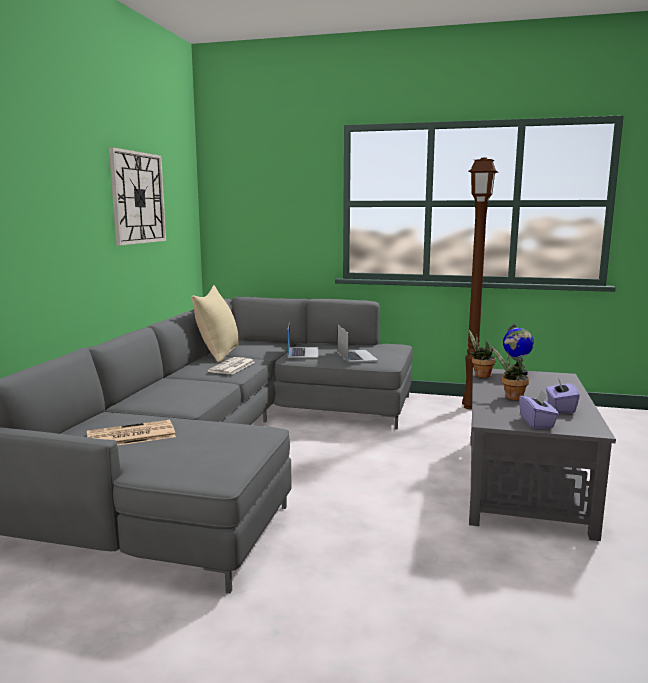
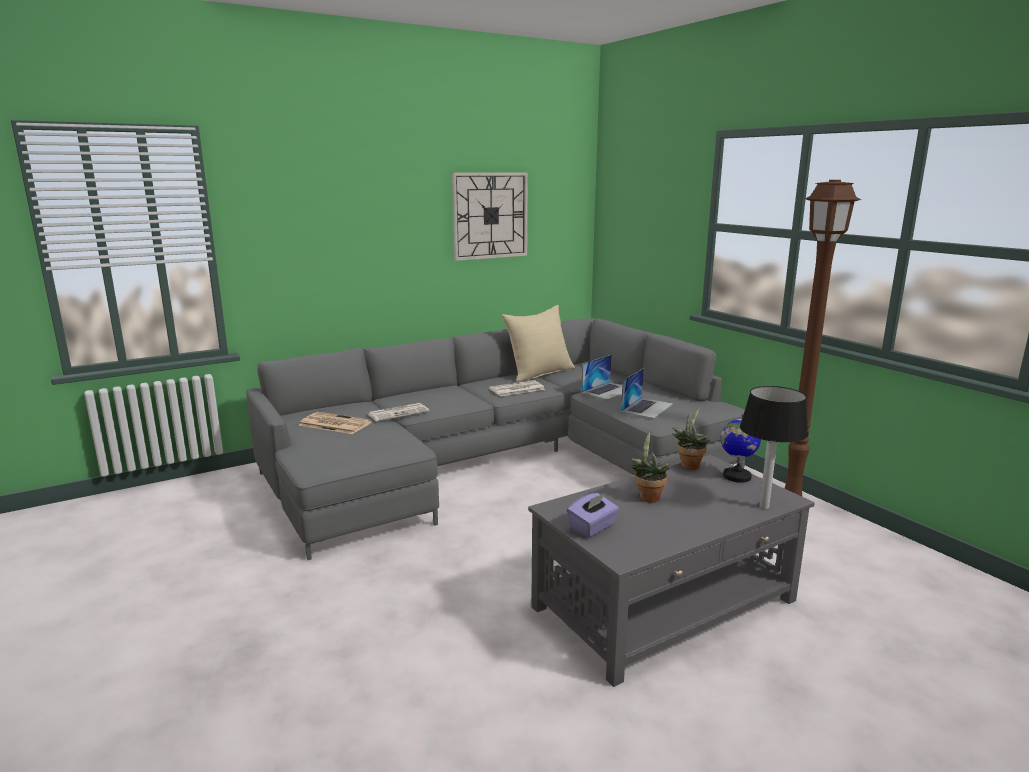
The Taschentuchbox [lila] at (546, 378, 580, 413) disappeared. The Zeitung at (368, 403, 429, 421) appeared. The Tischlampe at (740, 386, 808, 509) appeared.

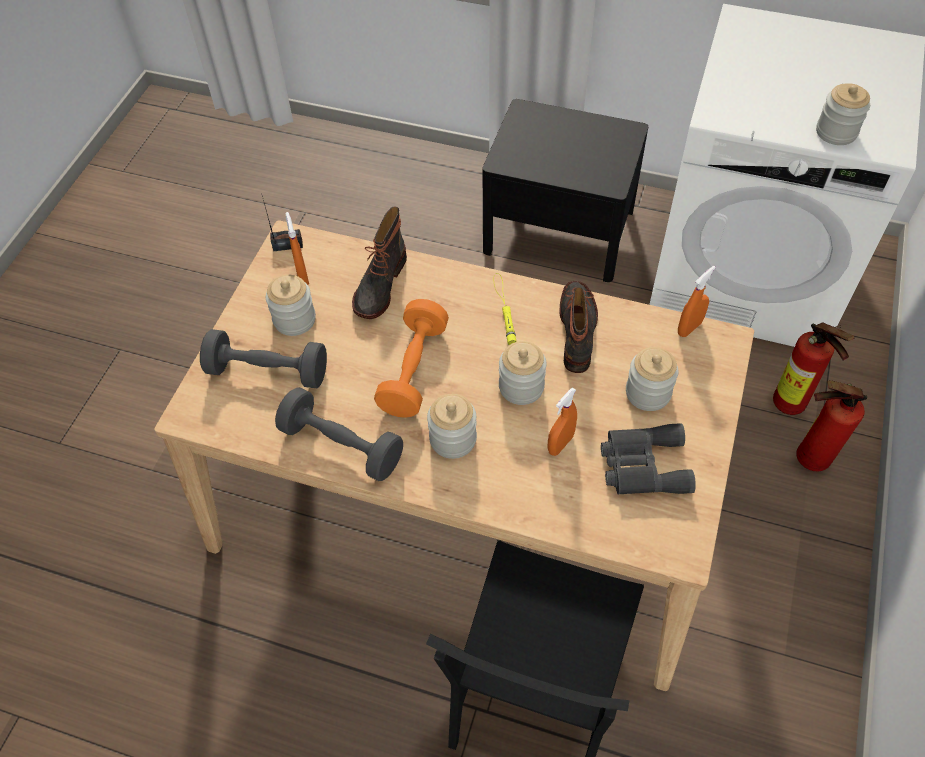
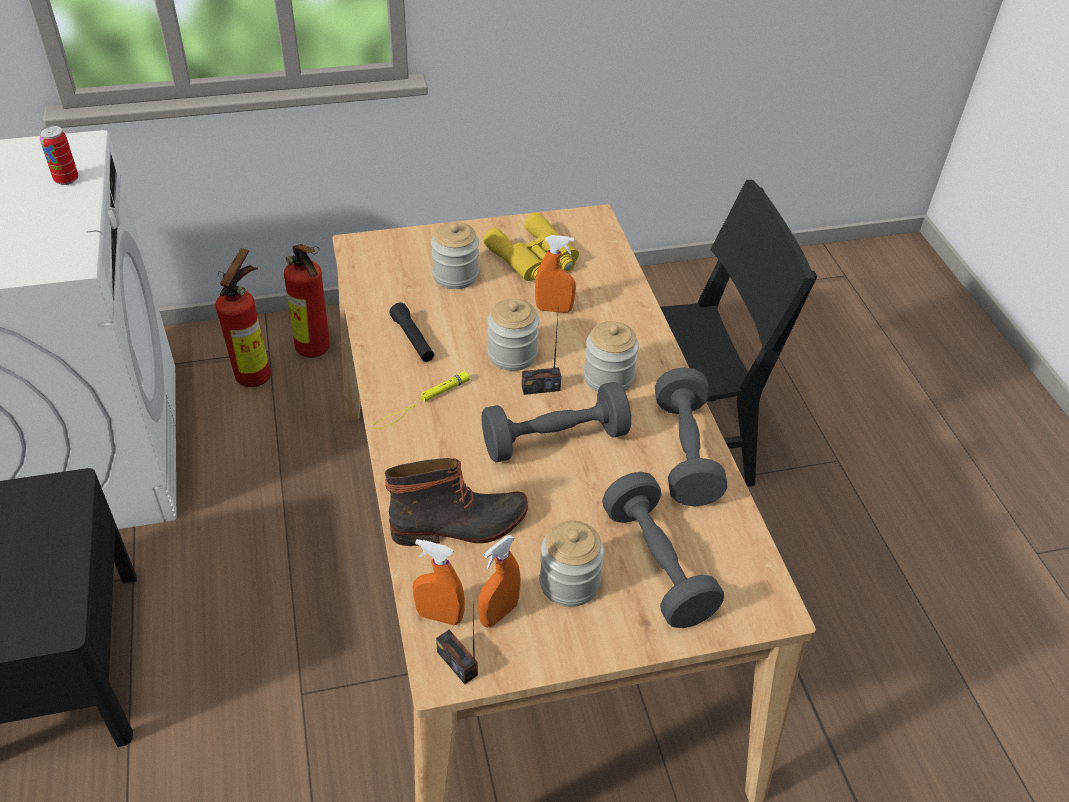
The Hantel [orange] at (374, 299, 449, 418) became the Hantel [grau] at (481, 382, 631, 462). The Stiefel at (559, 281, 598, 373) was replaced by the Taschenlampe [schwarz] at (389, 303, 434, 362). The Fernglas [grau] at (601, 423, 696, 495) became the Fernglas [gelb] at (483, 212, 579, 281). The Sprühflasche [orange] moved from (678, 266, 716, 337) to (412, 539, 465, 625). The Vorratsglas at (816, 84, 870, 145) was replaced by the Dose at (40, 126, 78, 185). The Radio at (522, 316, 561, 395) appeared.

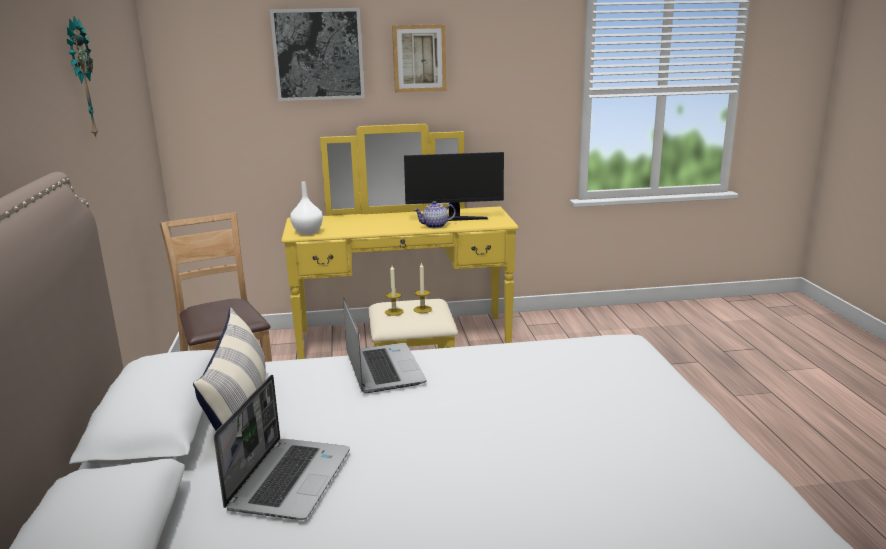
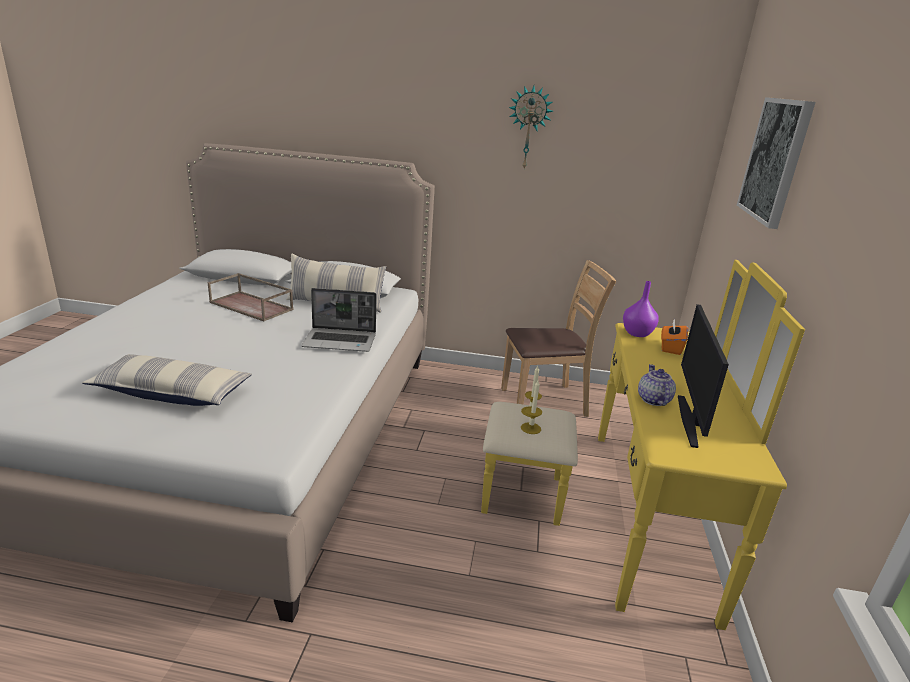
The Laptop at (214, 375, 350, 520) was replaced by the Tablett [braun] at (207, 273, 294, 321). The Vase [weiß] at (290, 181, 323, 235) became the Vase [lila] at (623, 281, 659, 337). The Bild at (392, 24, 447, 92) disappeared. The Kissen at (82, 354, 252, 406) appeared. The Taschentuchbox [orange] at (661, 319, 688, 355) appeared.

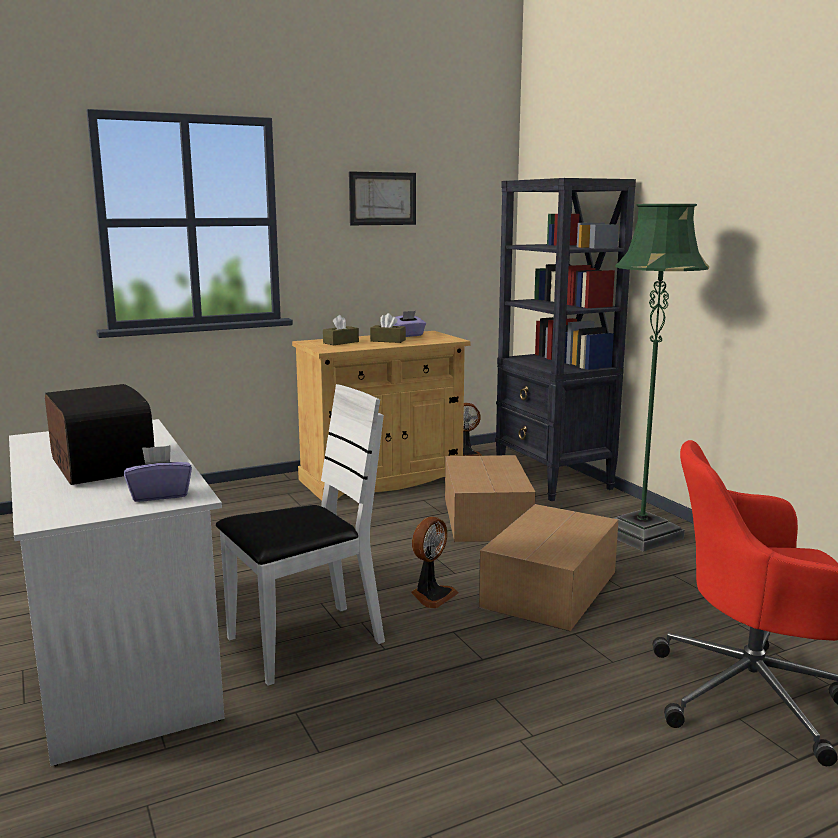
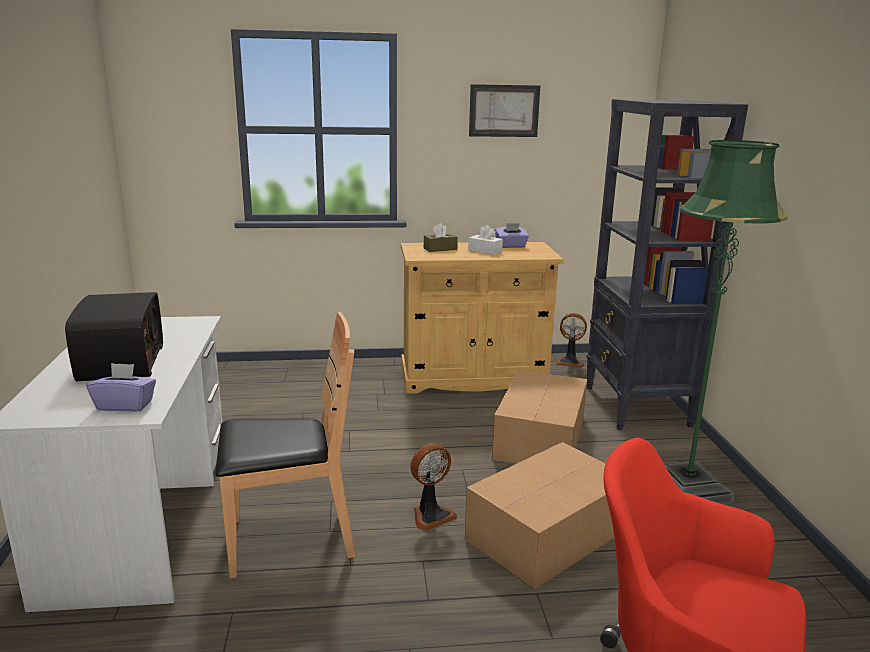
The Stuhl [weiß] at (216, 384, 385, 686) became the Stuhl [braun] at (215, 312, 355, 578). The Taschentuchbox [braun] at (370, 313, 406, 343) became the Taschentuchbox [weiß] at (468, 225, 503, 255).

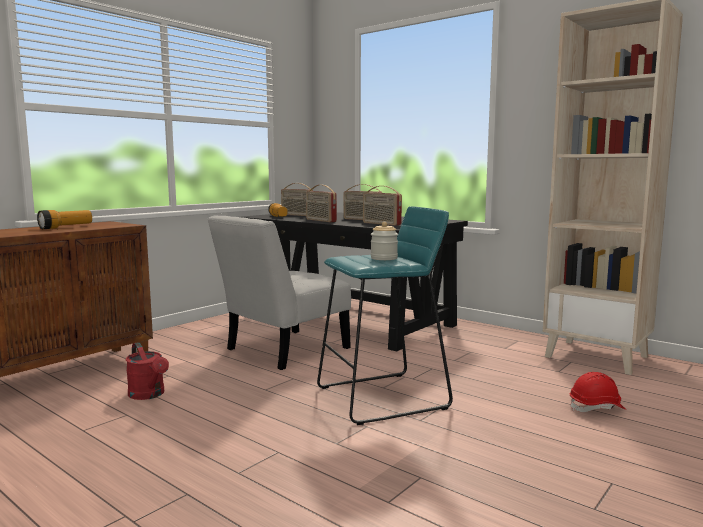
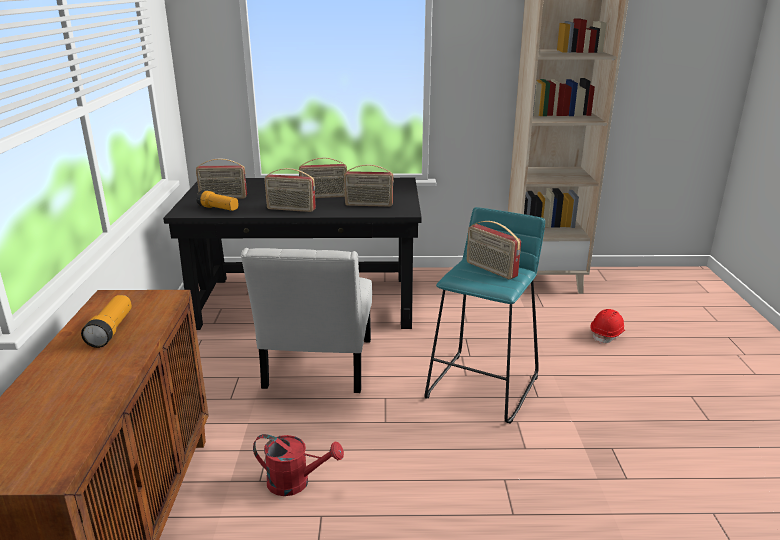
The Vorratsglas at (371, 222, 398, 260) was replaced by the Radio at (467, 221, 521, 279).

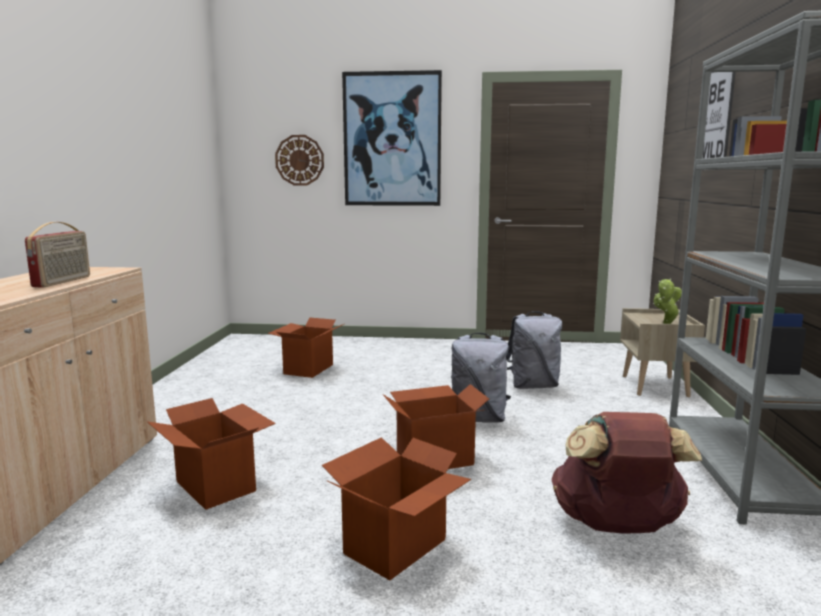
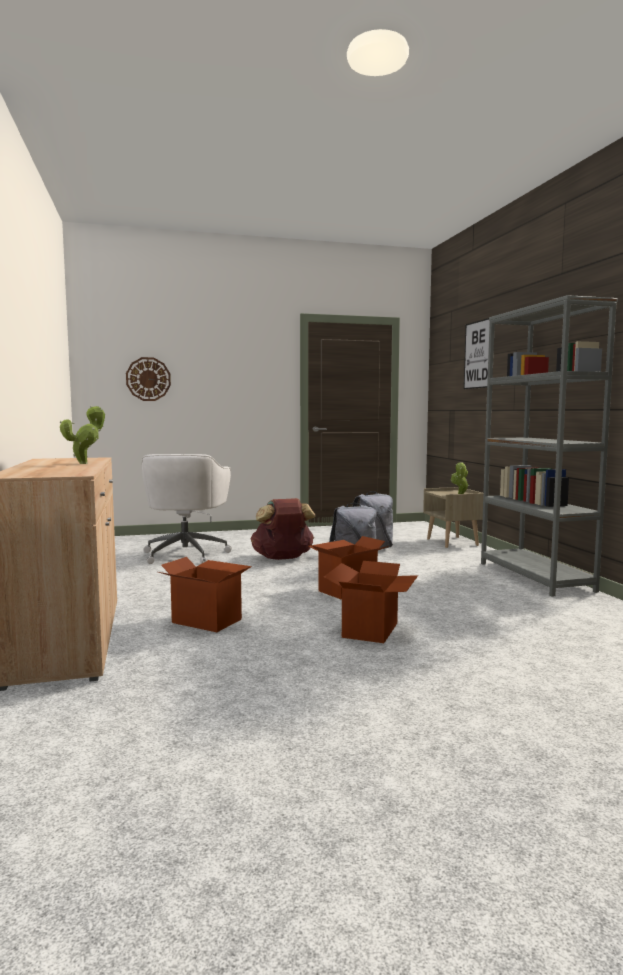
The Radio at (25, 222, 90, 288) was replaced by the Topfpflanze at (60, 406, 105, 464). The Karton at (268, 317, 344, 378) was replaced by the Bürostuhl [weiß] at (141, 454, 232, 564). The Bild at (342, 70, 442, 206) disappeared. The Rucksack [braun] moved from (551, 412, 702, 534) to (251, 498, 315, 560).

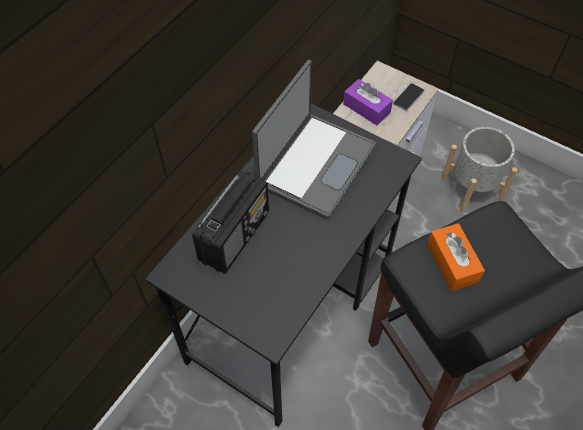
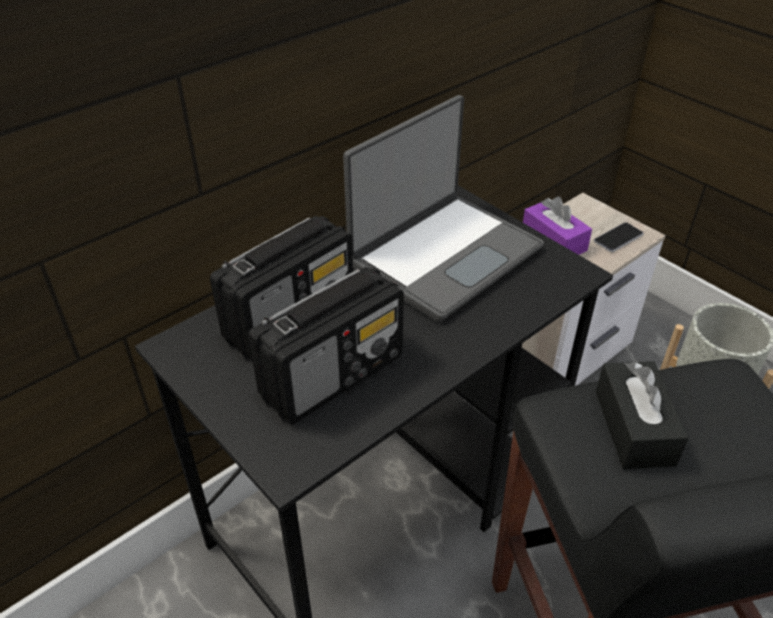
The Taschentuchbox [orange] at (427, 223, 485, 291) became the Taschentuchbox [schwarz] at (596, 361, 689, 469). The Radio at (248, 267, 404, 425) appeared.

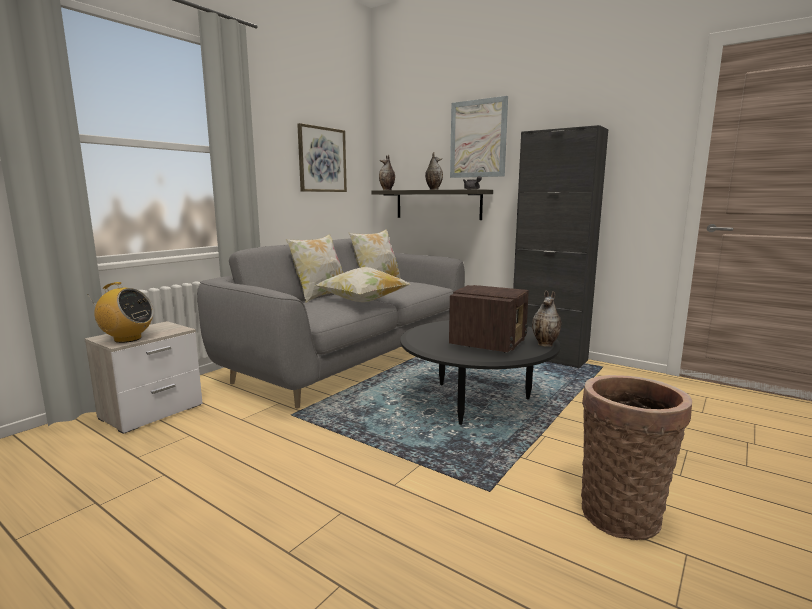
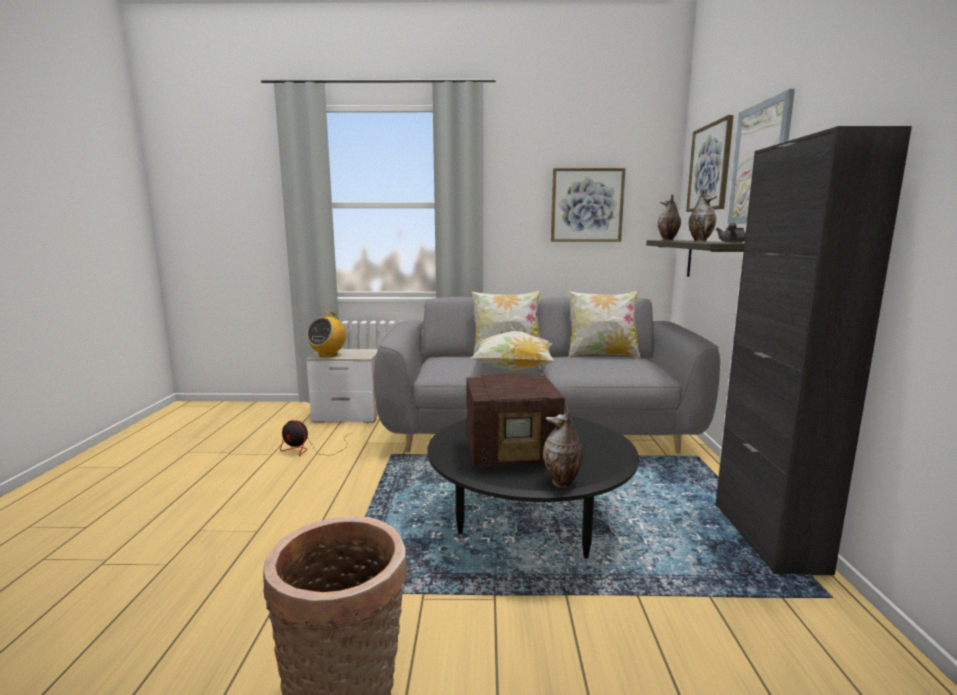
The Radio at (87, 282, 154, 343) turned 45 degrees clockwise. The Ventilator at (280, 420, 351, 456) appeared. The Bild at (686, 115, 734, 212) appeared.

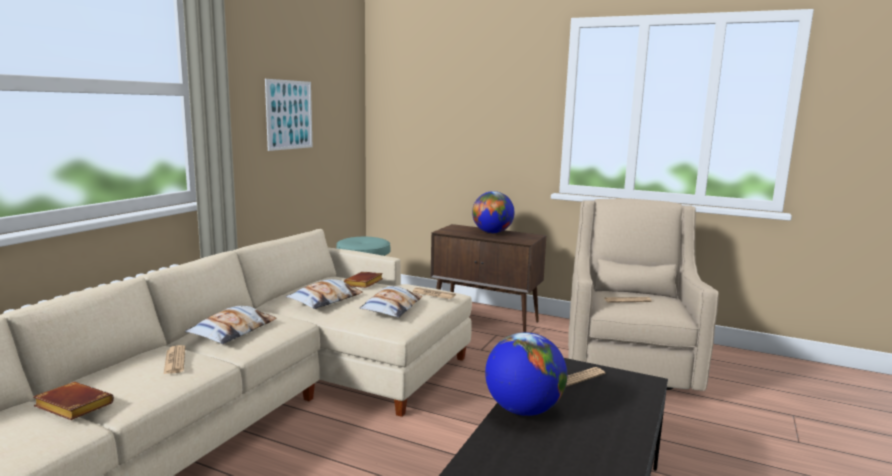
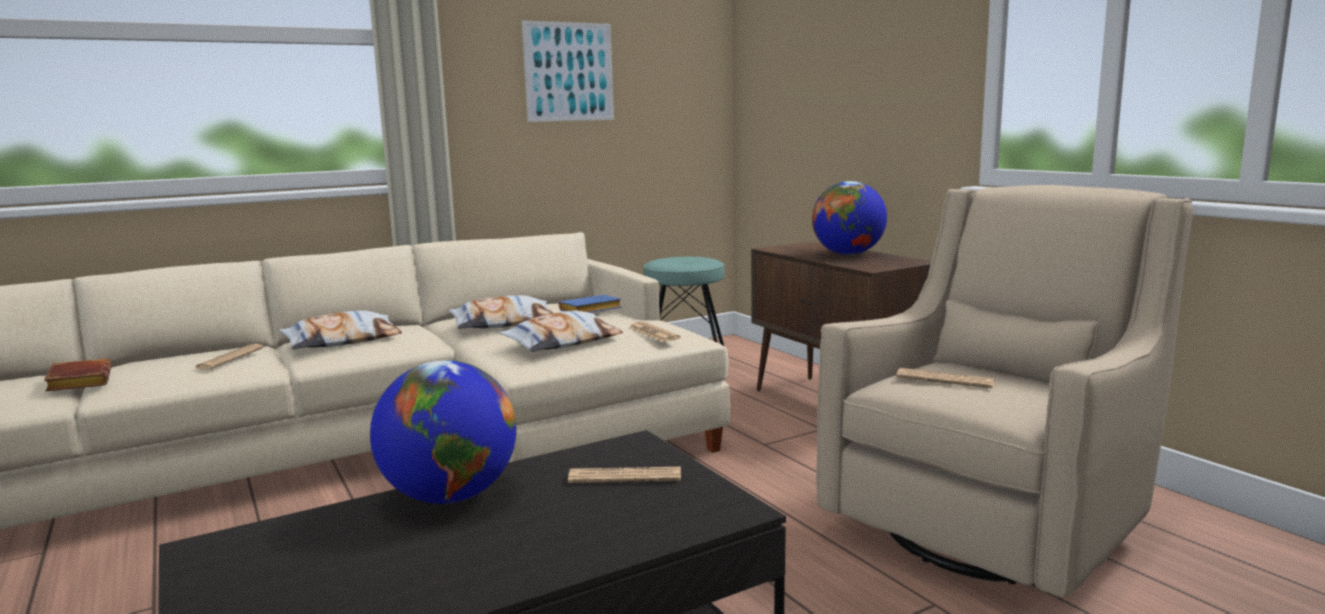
The Buch [braun] at (344, 272, 383, 288) became the Buch [blau] at (559, 295, 622, 313).

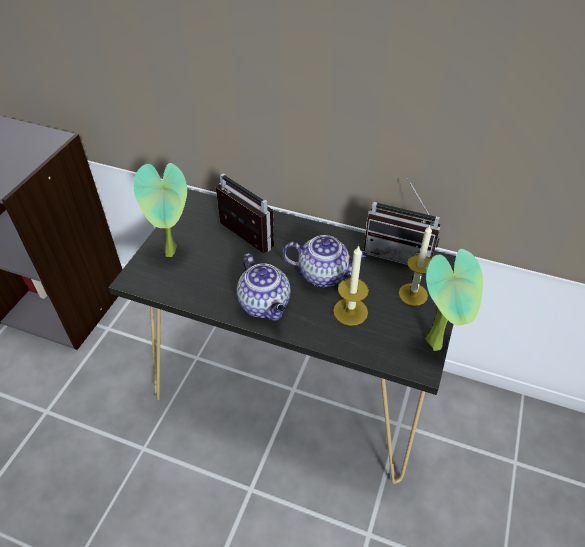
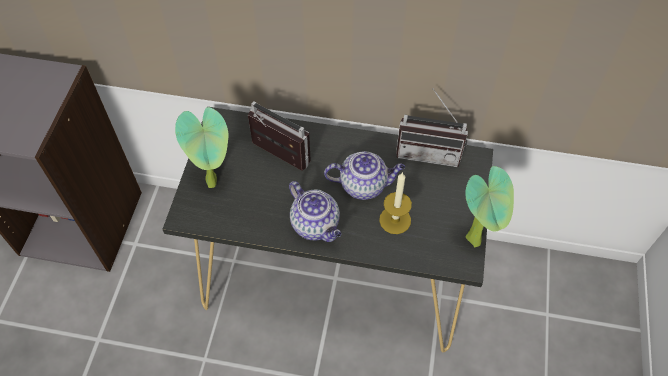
The Kerze at (399, 225, 432, 306) disappeared.

